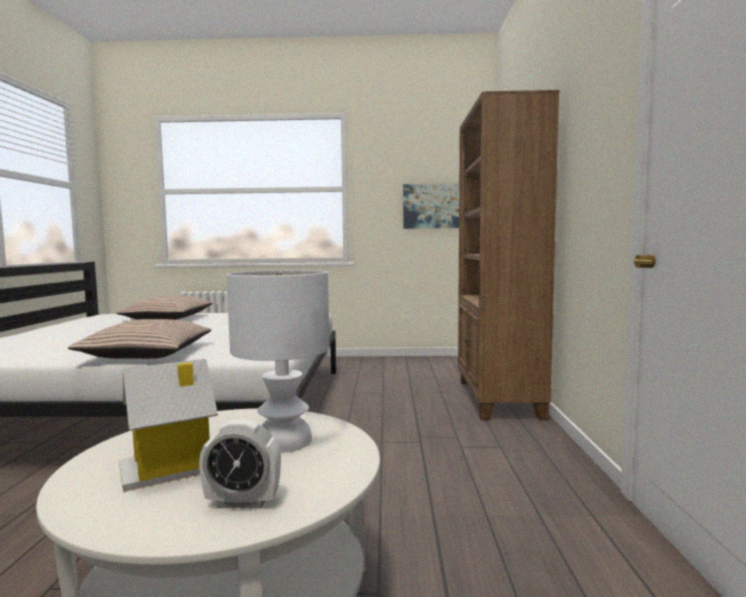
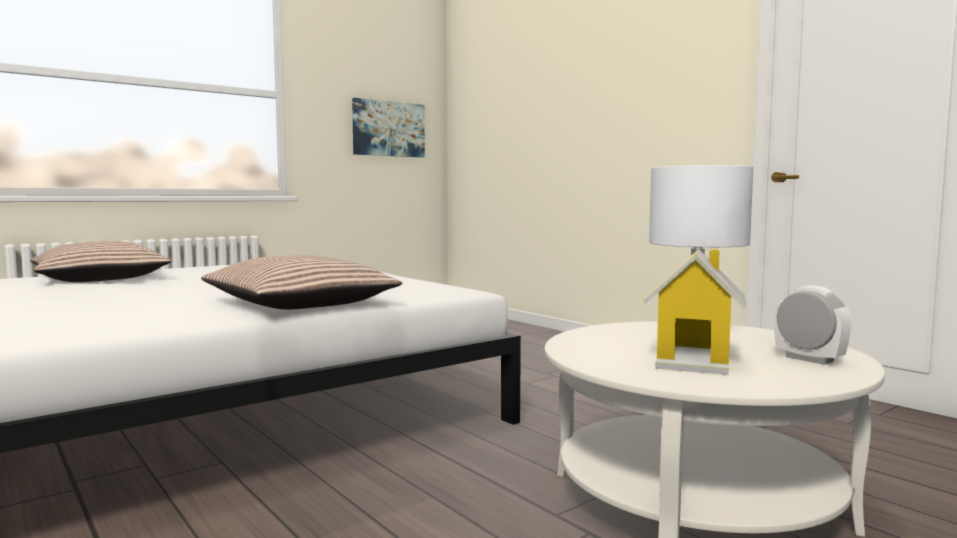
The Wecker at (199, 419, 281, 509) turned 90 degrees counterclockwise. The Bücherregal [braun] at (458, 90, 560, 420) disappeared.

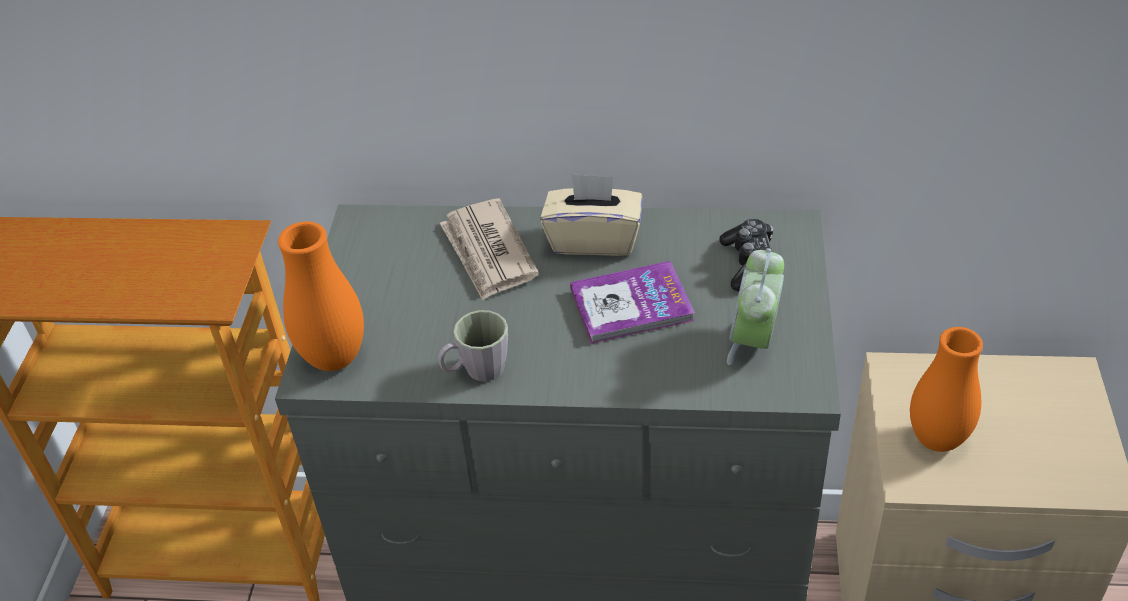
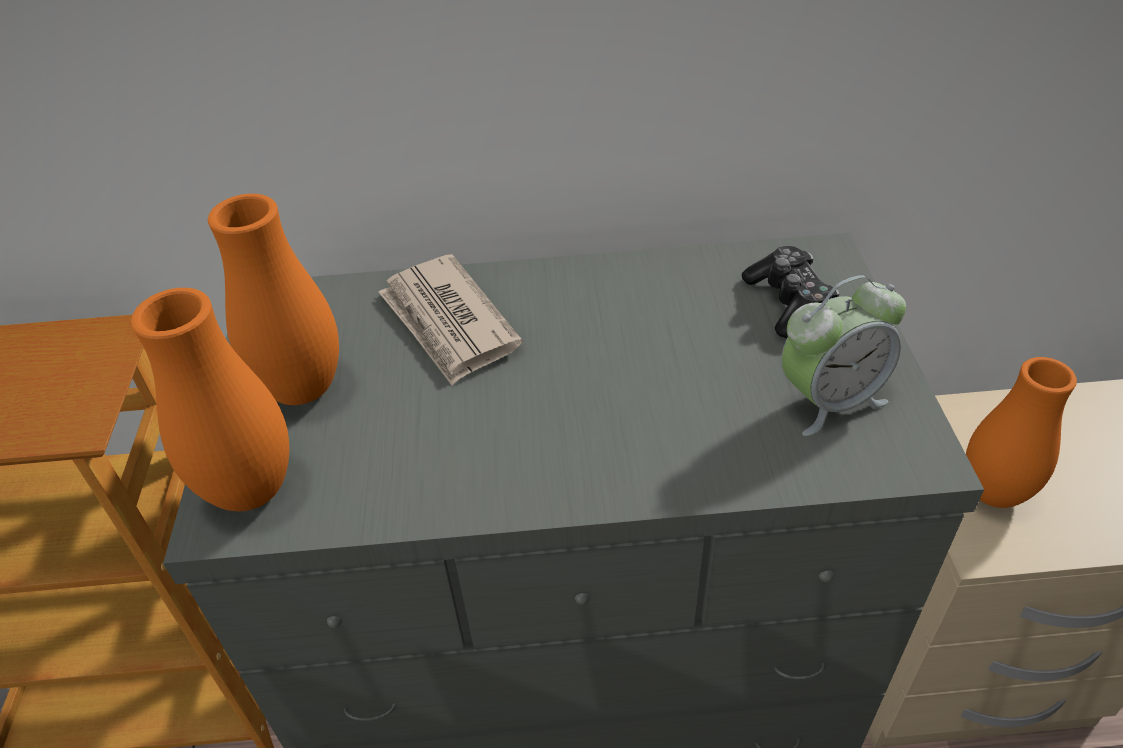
The Henkelbecher [grau] at (438, 310, 508, 381) disappeared. The Taschentuchbox [beige] at (540, 174, 642, 256) disappeared. The Buch at (570, 261, 695, 344) disappeared. The Wecker at (727, 248, 784, 365) turned 120 degrees counterclockwise. The Vase [orange] at (208, 194, 339, 405) appeared.

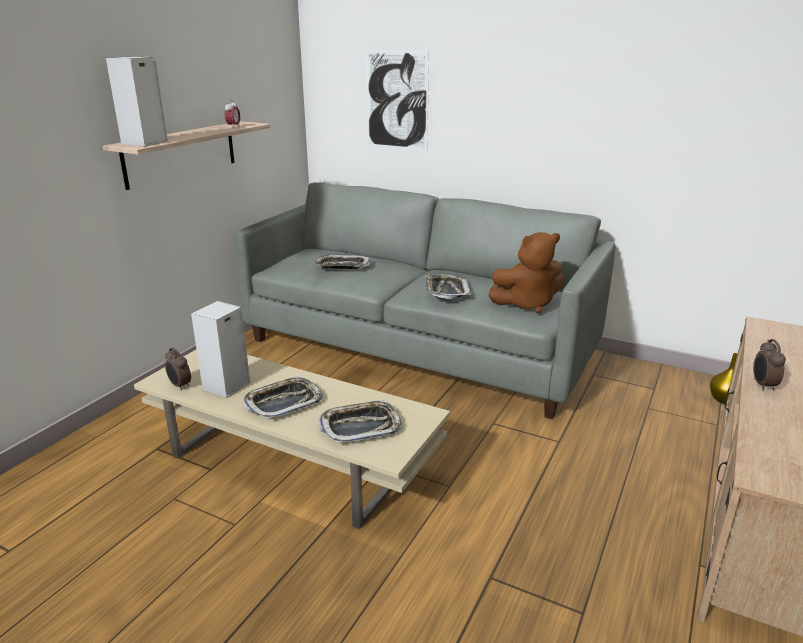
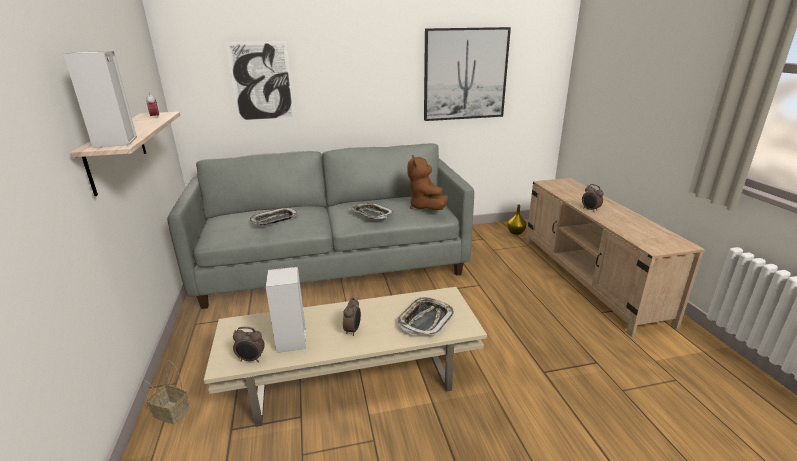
The Tablett at (243, 376, 323, 419) was replaced by the Wecker at (343, 298, 361, 336). The Plüschtier [braun] at (488, 232, 563, 313) turned 135 degrees clockwise. The Korb at (142, 361, 190, 424) appeared. The Bild at (424, 27, 511, 121) appeared.

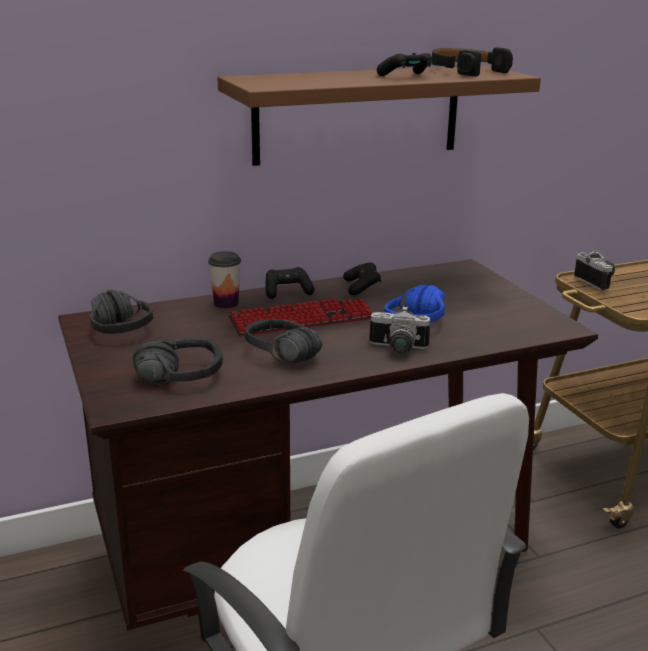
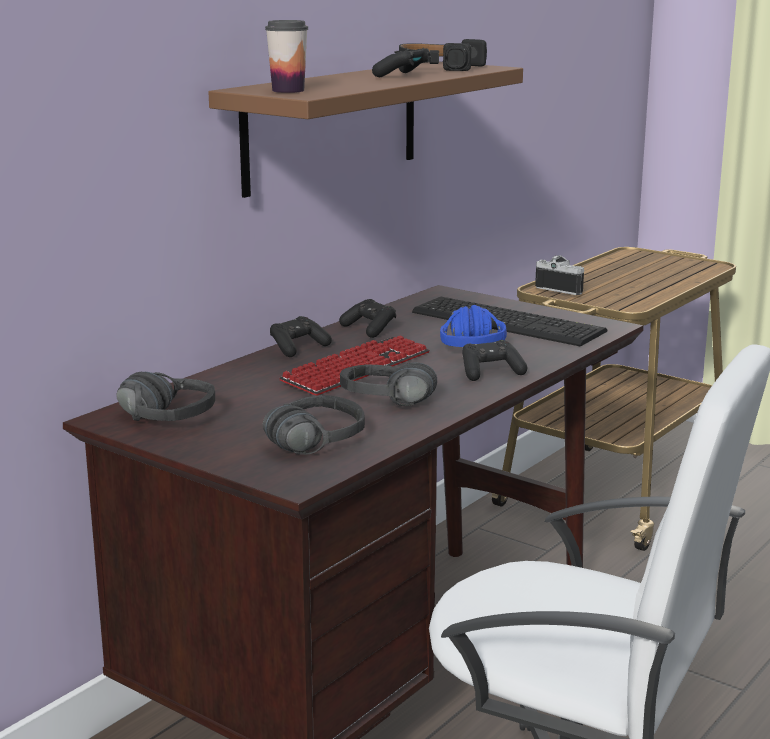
The Tasse moved from (208, 251, 241, 309) to (265, 20, 308, 93). The Kamera at (369, 306, 430, 354) was replaced by the Gamepad [schwarz] at (462, 340, 527, 381). The Tastatur at (412, 297, 607, 347) appeared.

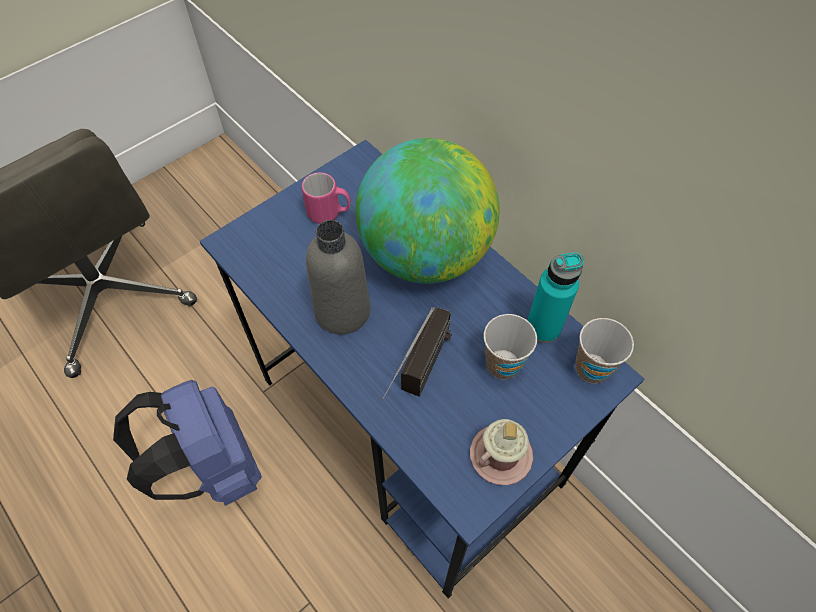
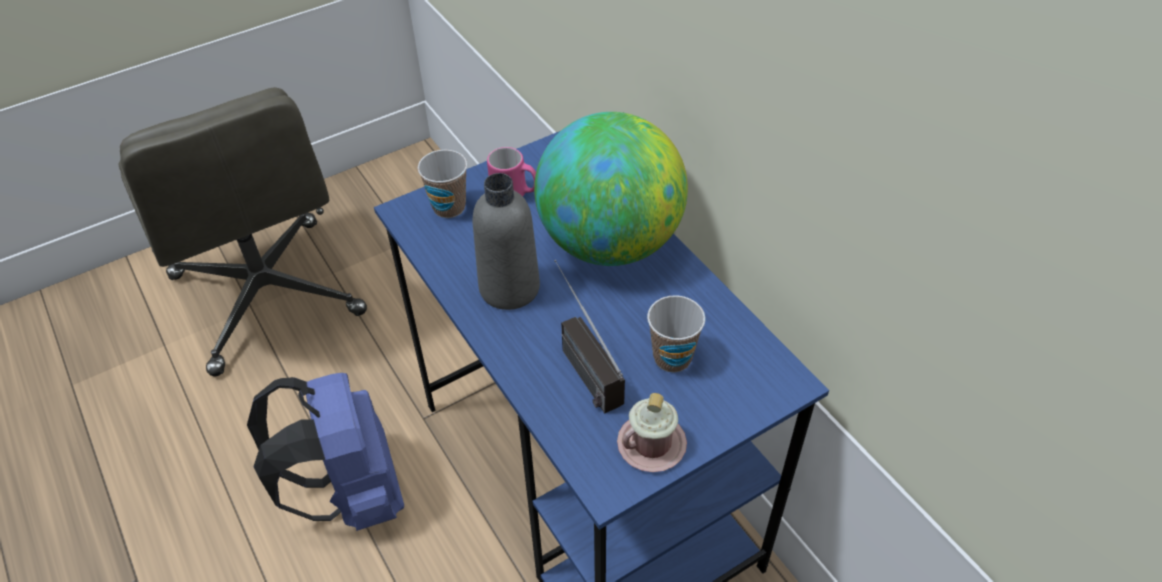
The Radio at (382, 307, 452, 399) turned 120 degrees clockwise. The Flasche [türkis] at (528, 252, 584, 343) disappeared. The Tasse moved from (575, 318, 634, 384) to (418, 150, 467, 218).

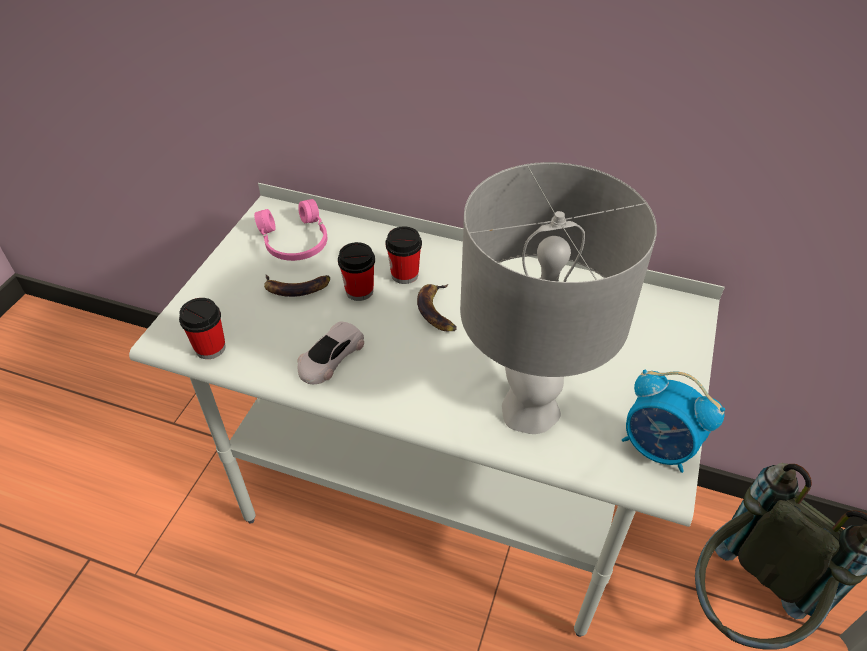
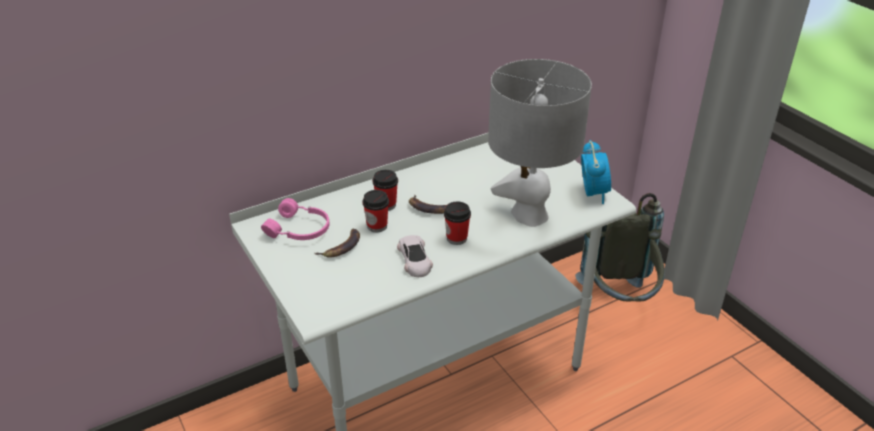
The Tasse moved from (179, 298, 226, 359) to (444, 202, 471, 245). The Wecker at (622, 370, 725, 473) turned 75 degrees counterclockwise.

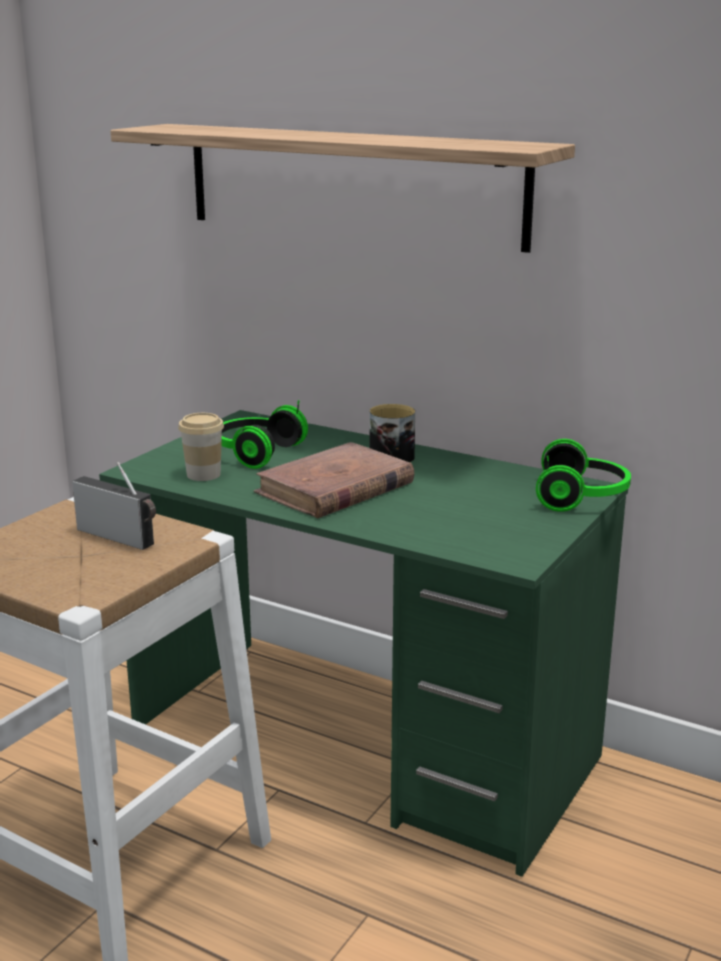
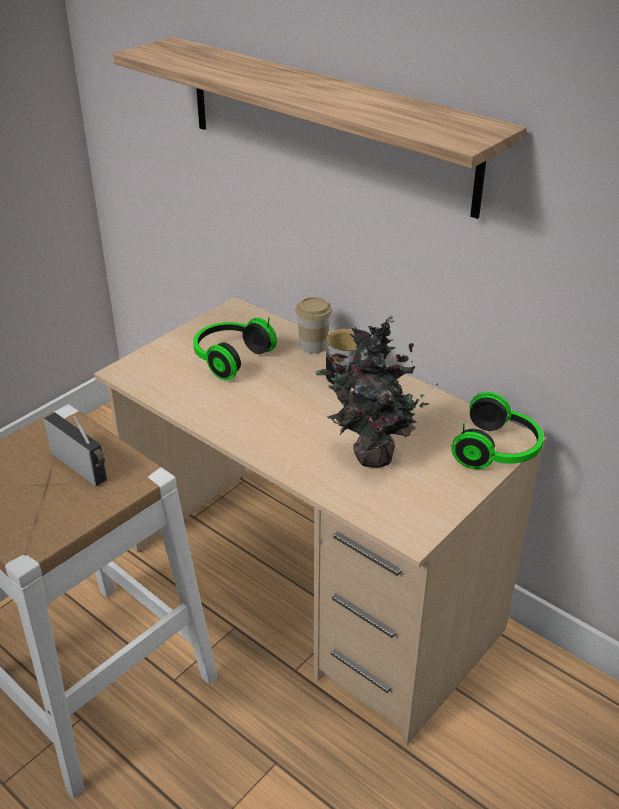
The Schreibtisch [grün] at (99, 410, 628, 877) became the Schreibtisch [beige] at (94, 297, 547, 746). The Tasse moved from (178, 413, 224, 481) to (295, 297, 332, 354). The Buch [braun] at (254, 442, 414, 518) disappeared. The Topfpflanze at (315, 315, 438, 468) appeared.

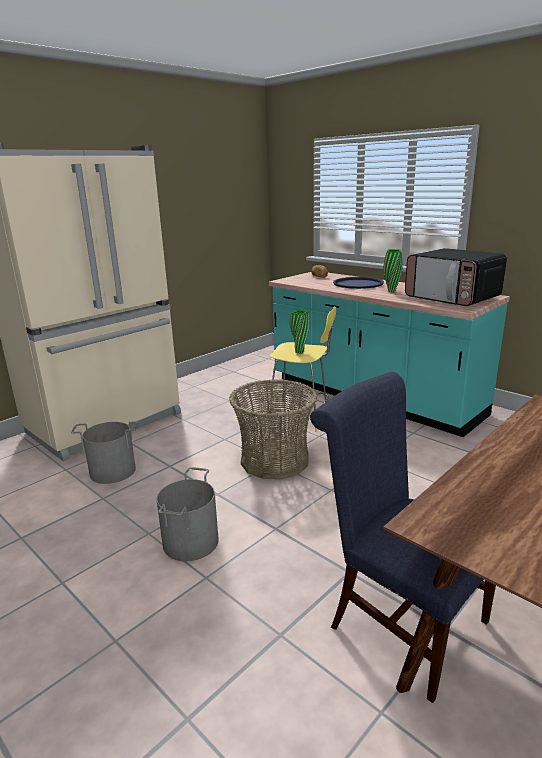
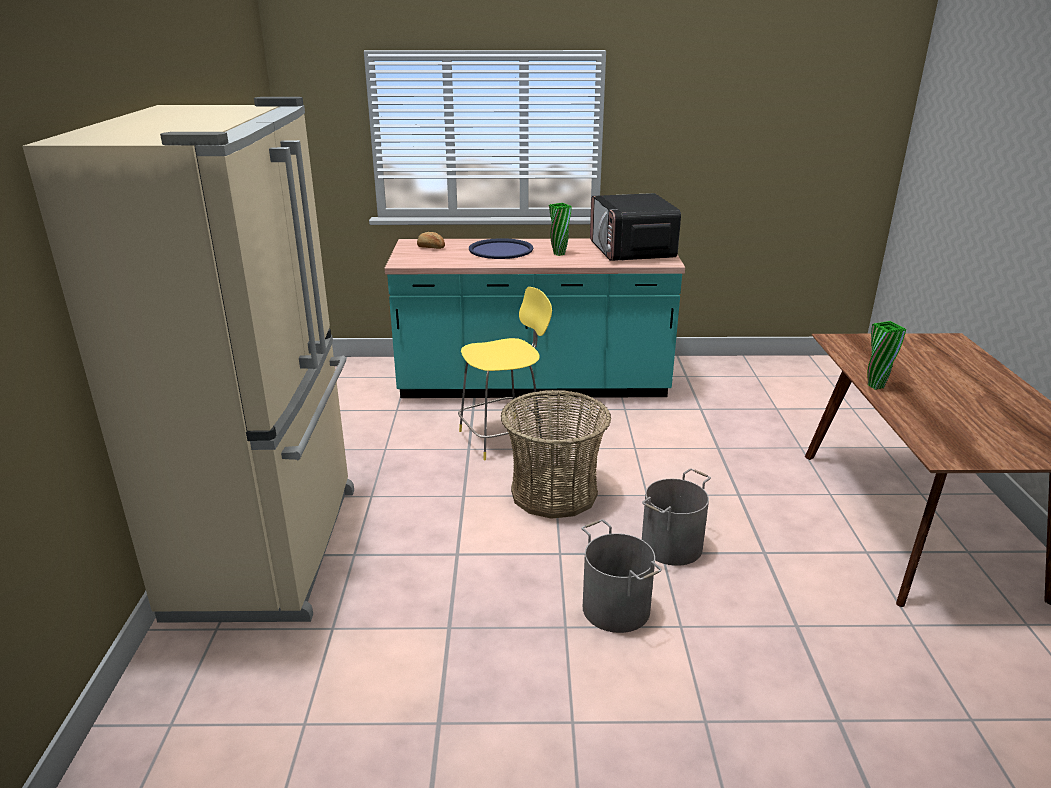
The Eimer [grau] moved from (71, 421, 139, 484) to (642, 469, 711, 566). The Vase [grün] moved from (290, 310, 309, 354) to (867, 321, 906, 390). The Stuhl [blau] at (310, 372, 496, 703) disappeared. The Mikrowelle at (405, 248, 507, 306) turned 75 degrees clockwise.

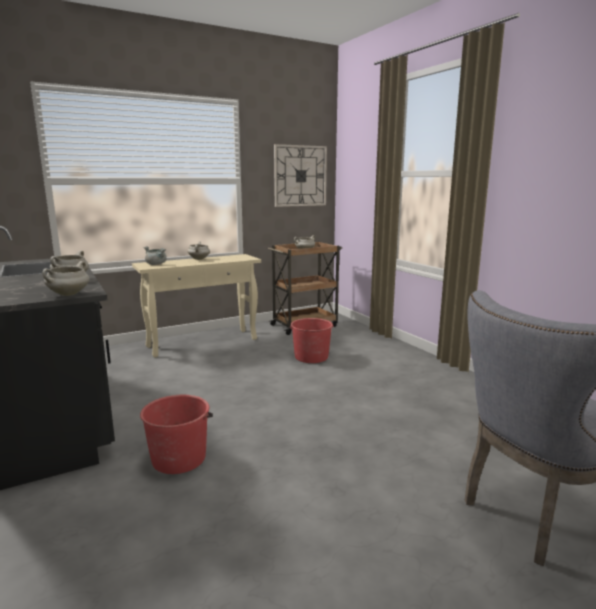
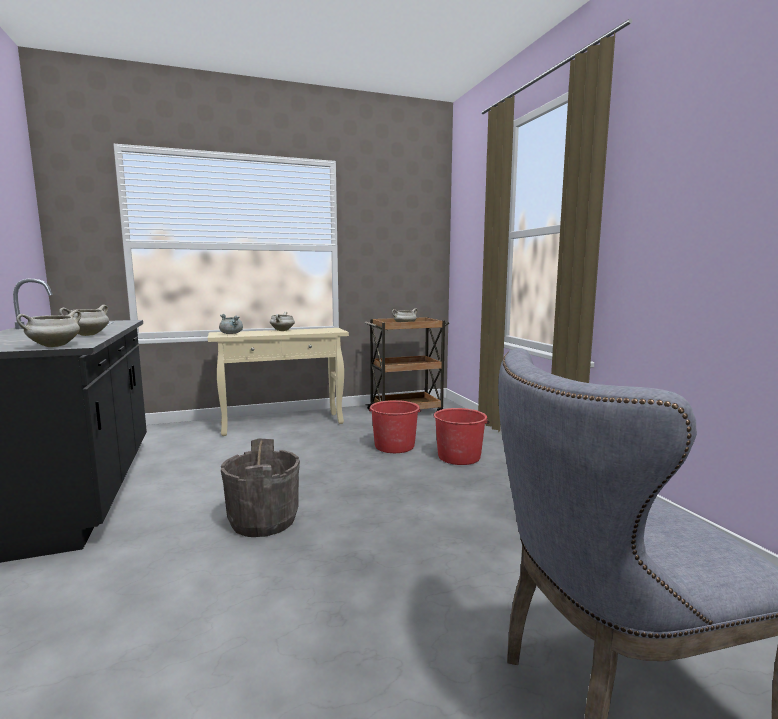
The Eimer [rot] moved from (140, 395, 213, 474) to (433, 408, 490, 465). The Wanduhr at (274, 144, 327, 207) disappeared. The Eimer [grau] at (221, 438, 300, 537) appeared.

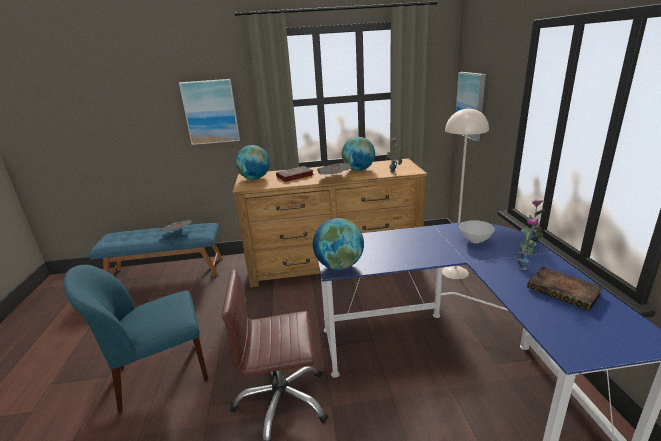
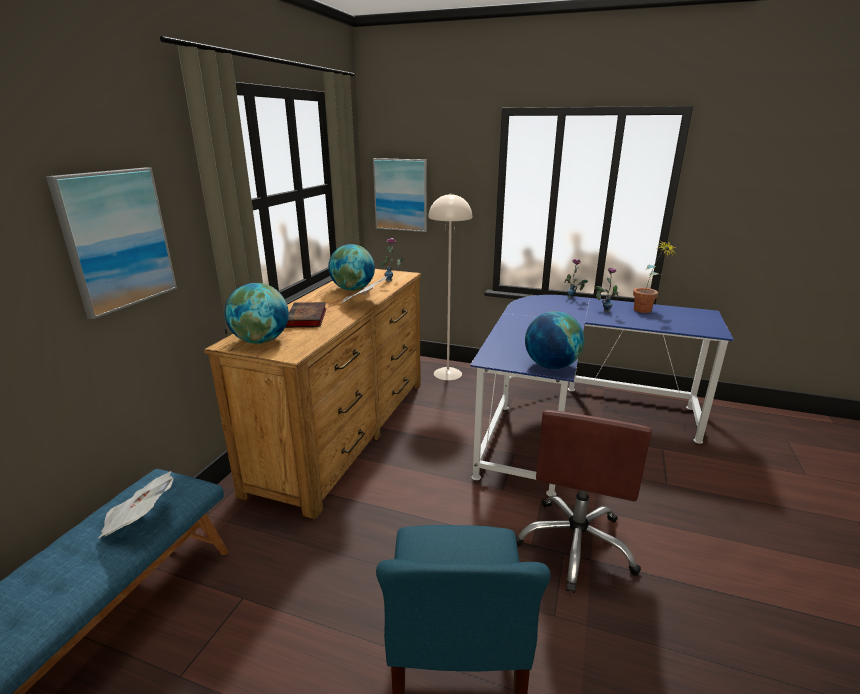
The Schüssel [weiß] at (459, 220, 495, 243) disappeared. The Buch at (527, 267, 603, 311) was replaced by the Topfpflanze at (633, 240, 676, 313).

